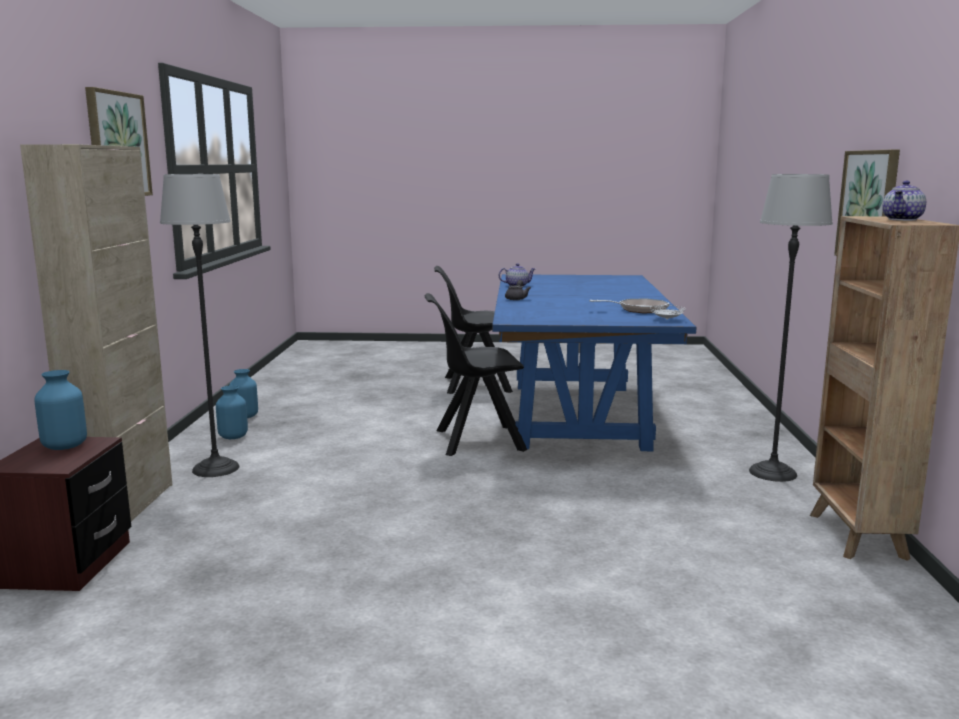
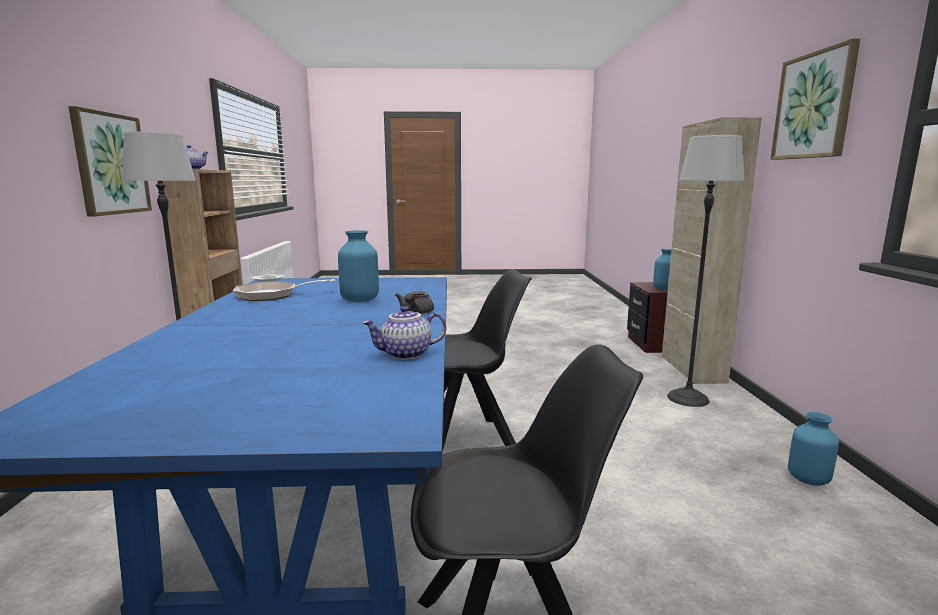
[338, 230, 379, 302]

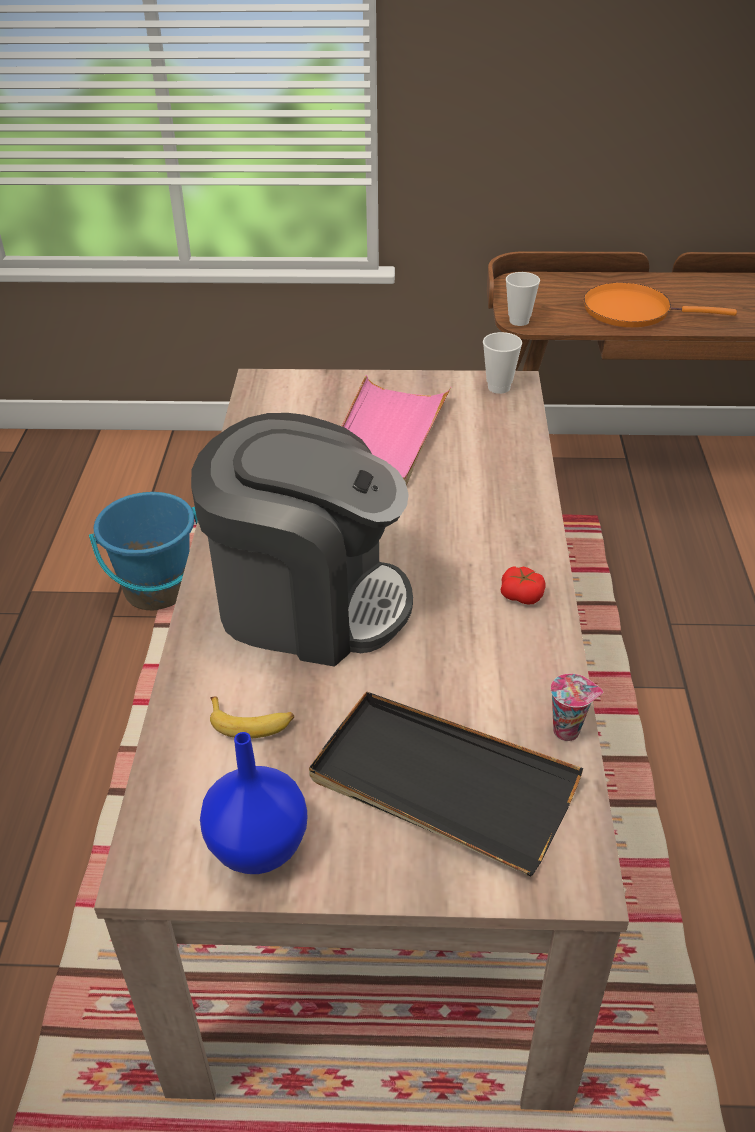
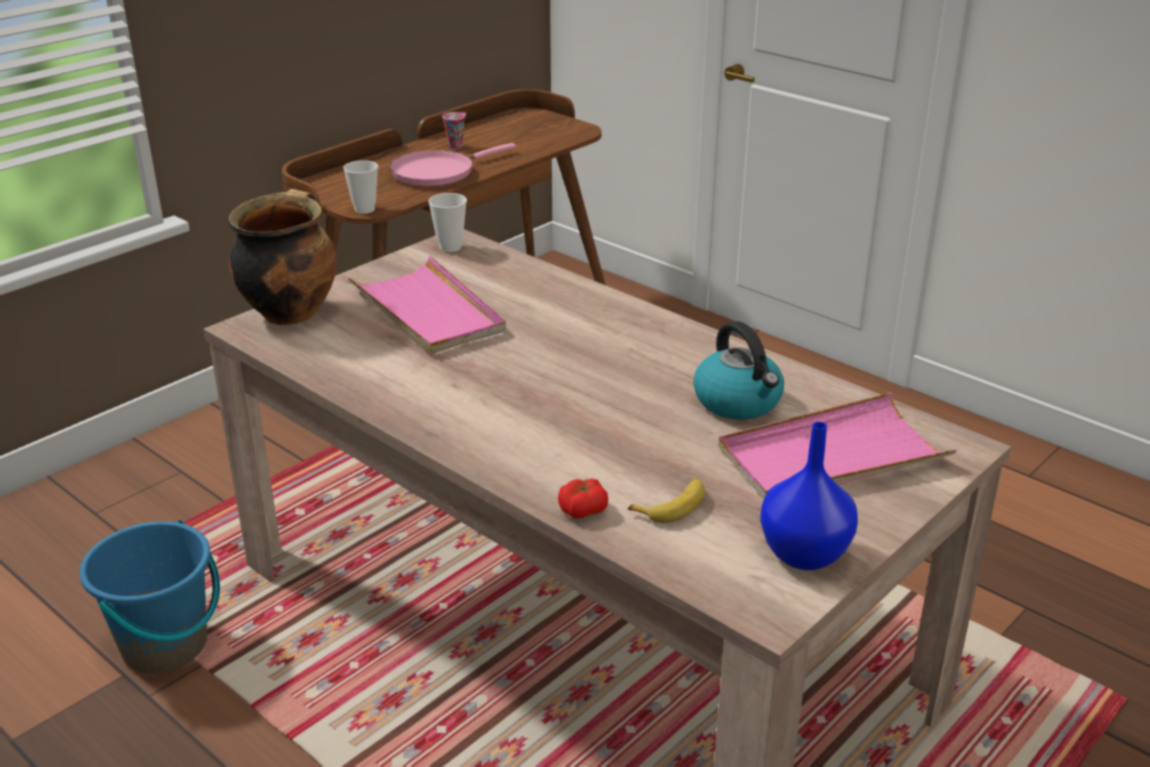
[191, 413, 413, 667] (first image)
[228, 189, 337, 325]
[693, 321, 784, 420]
[558, 478, 608, 518]
[442, 112, 466, 149]
[718, 393, 957, 499]
[390, 143, 516, 186]

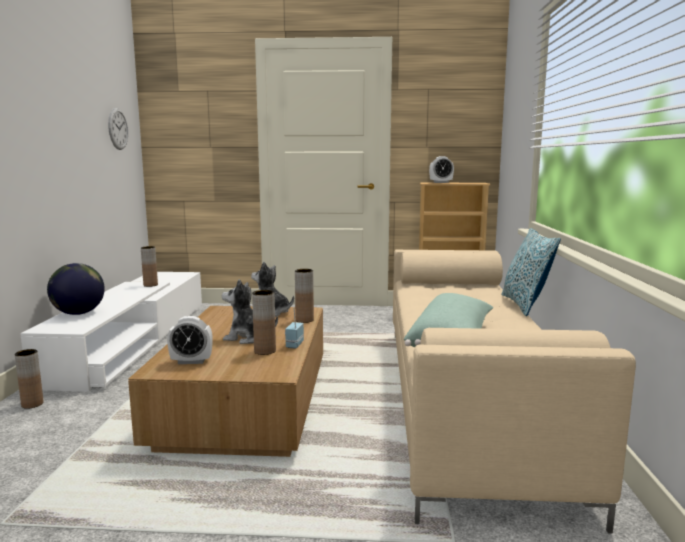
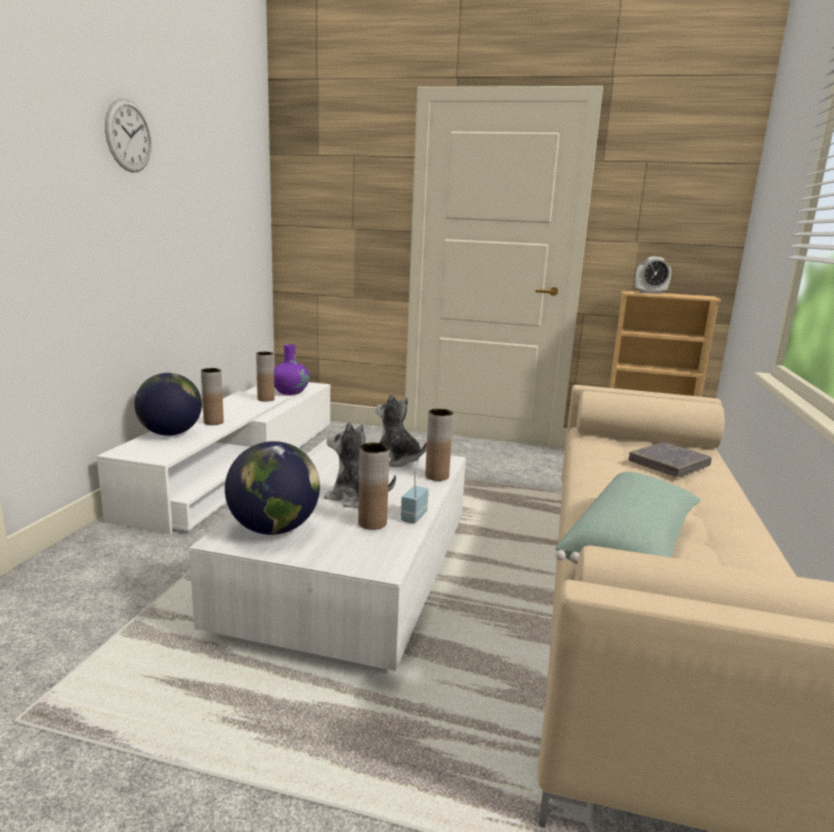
[501, 228, 561, 316] (first image)
[274, 344, 310, 395]
[628, 442, 712, 477]
[201, 368, 224, 425]
[105, 98, 152, 173]
[225, 441, 320, 535]
[189, 439, 466, 674]

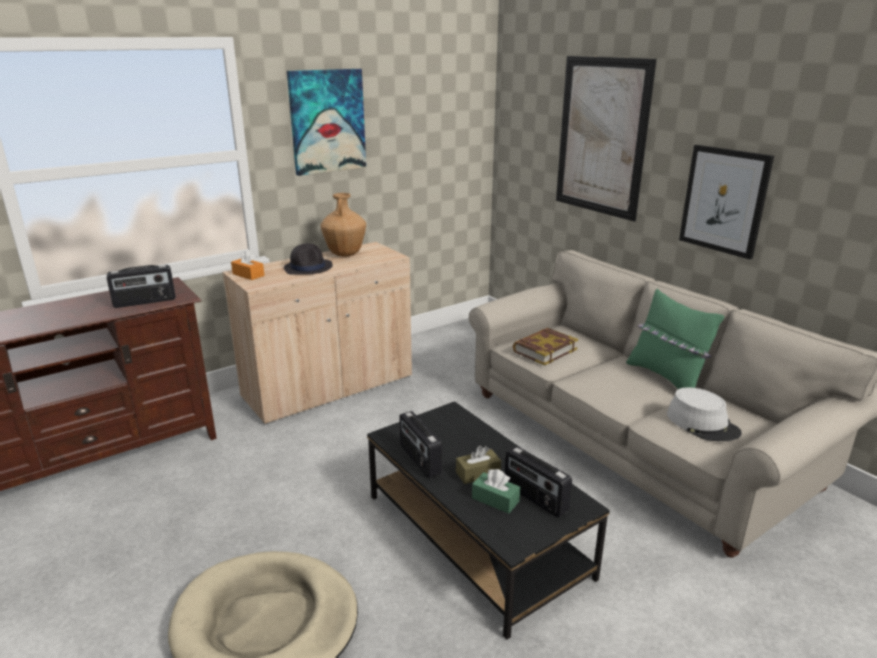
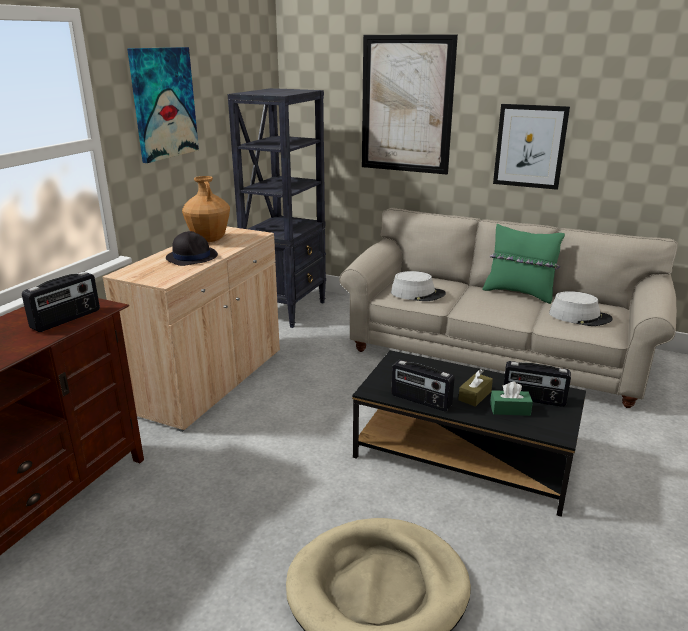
[231, 250, 265, 280] (first image)
[228, 88, 326, 328]
[391, 271, 446, 301]

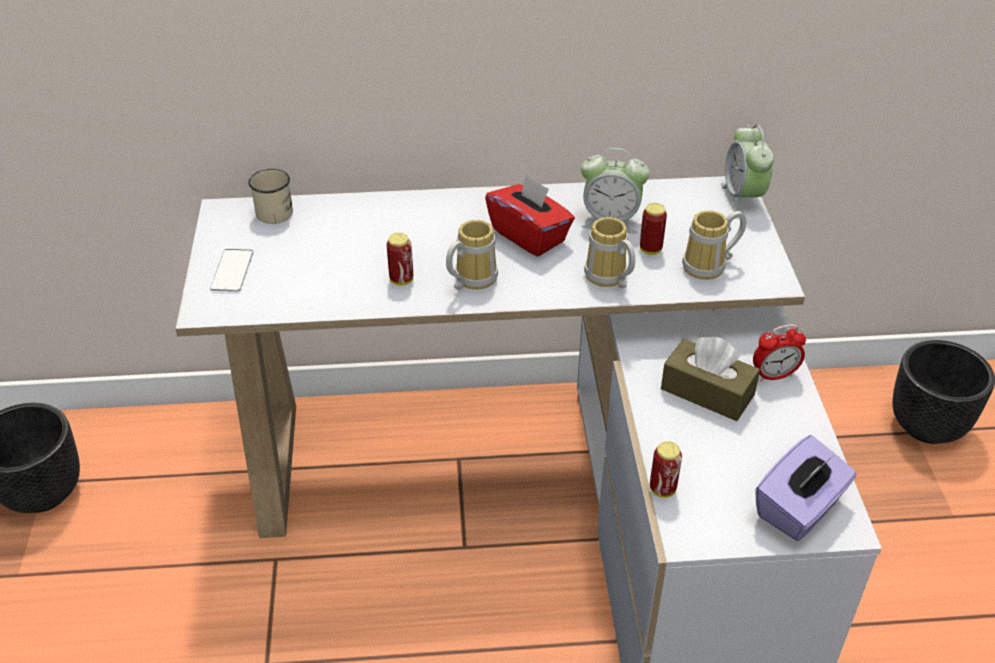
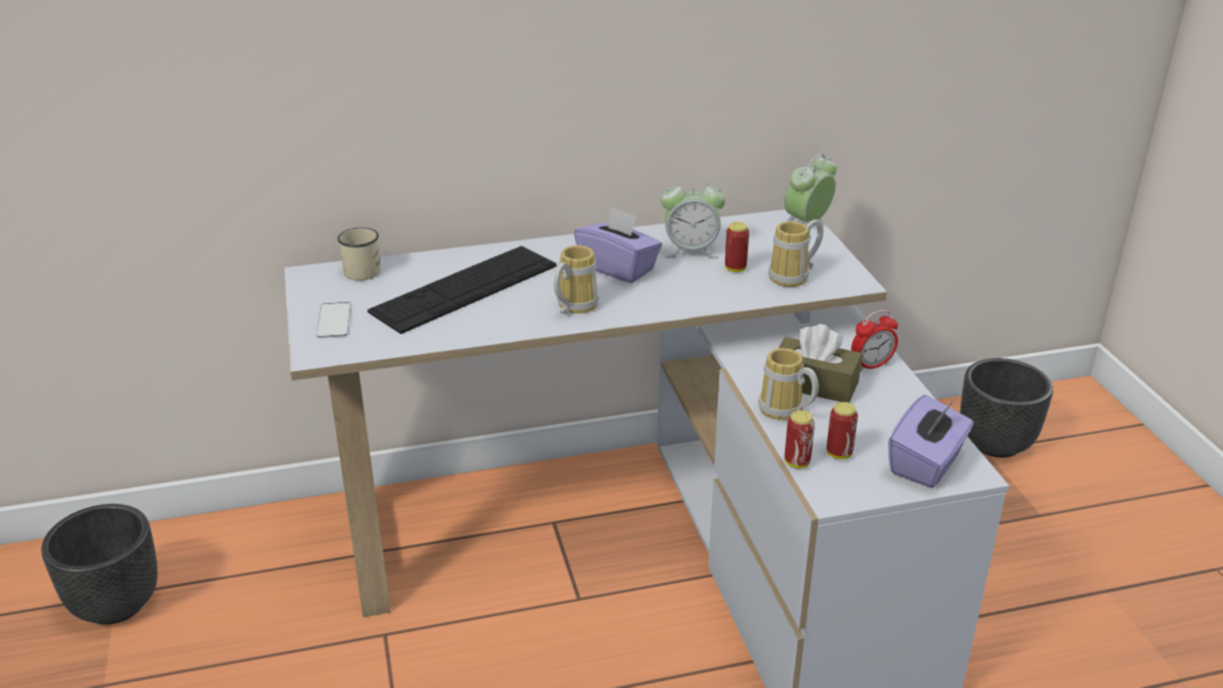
[367, 246, 556, 334]
[827, 402, 858, 460]
[758, 348, 819, 420]
[574, 207, 662, 283]
[784, 153, 837, 223]

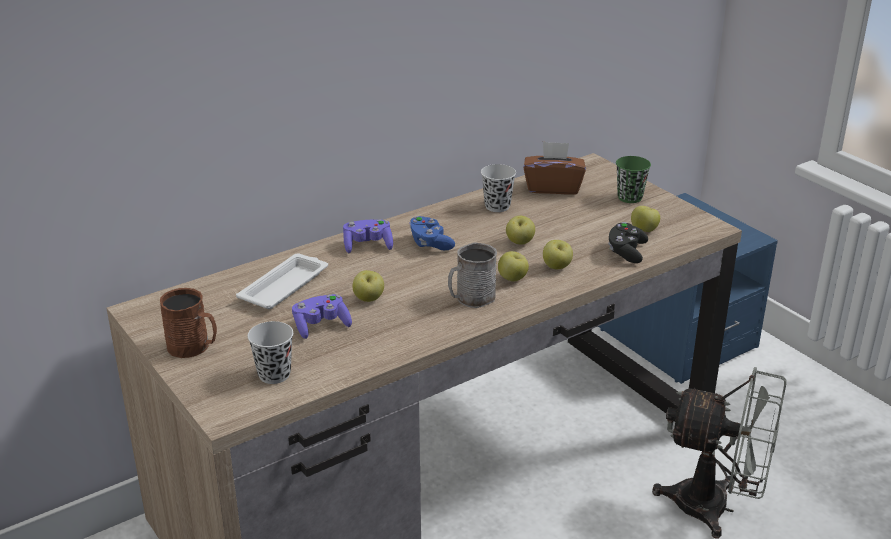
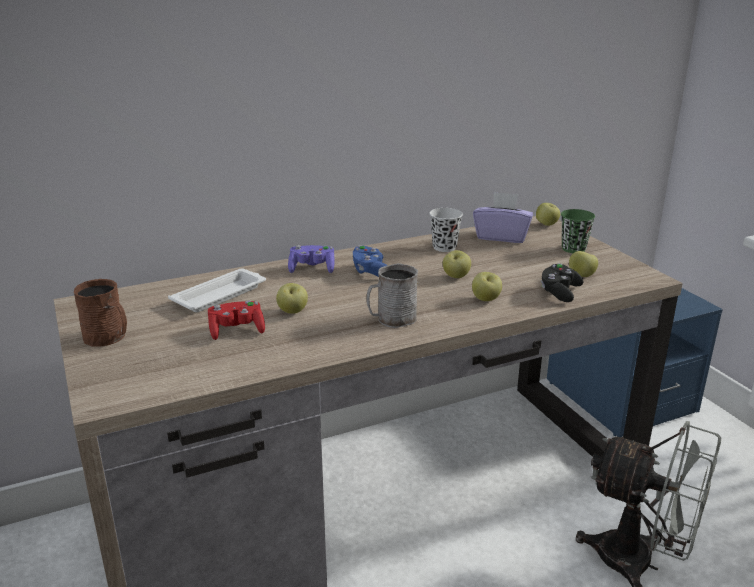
[247, 321, 293, 384] (first image)
[536, 203, 560, 226]
[208, 301, 265, 340]
[473, 192, 533, 243]

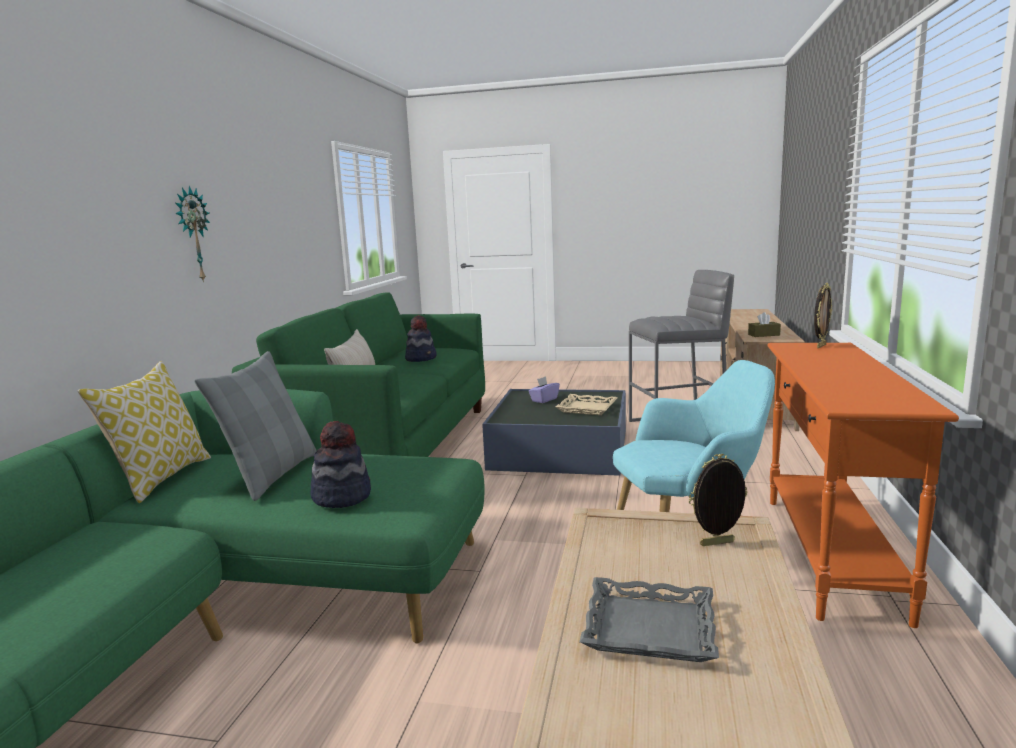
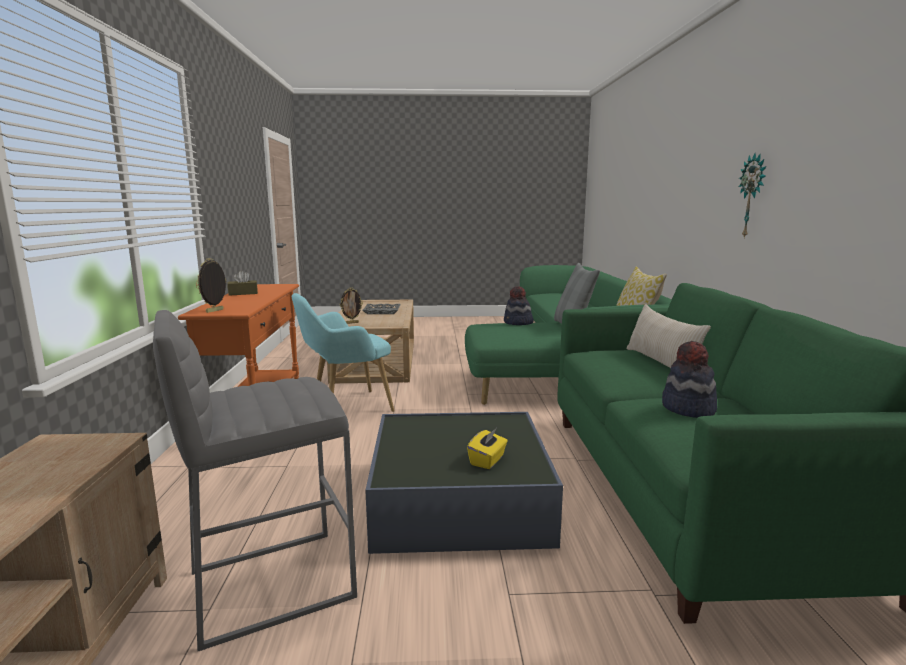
[556, 394, 618, 415] (first image)
[228, 271, 258, 296]
[467, 429, 508, 469]

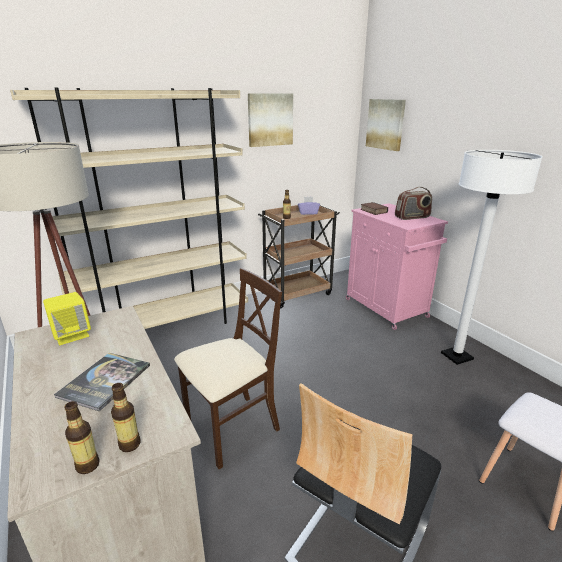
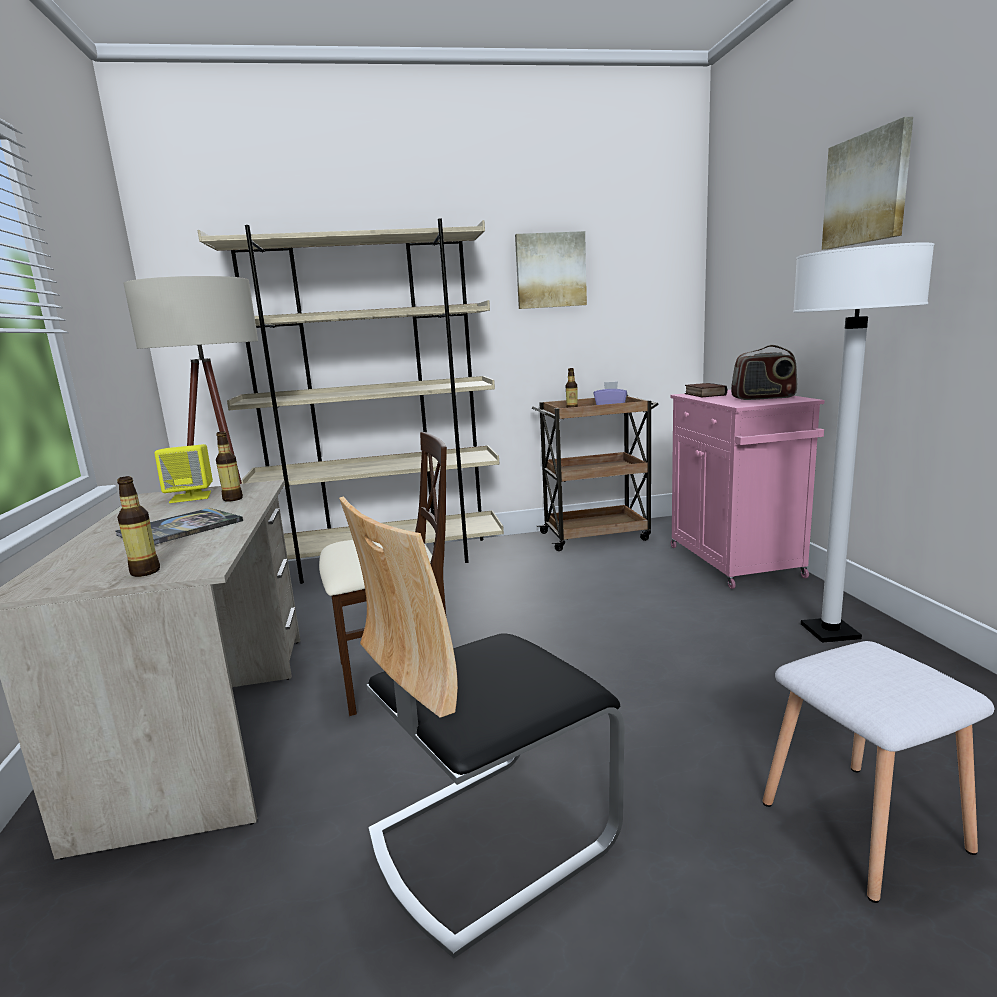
[216, 431, 243, 502]
[822, 117, 913, 250]

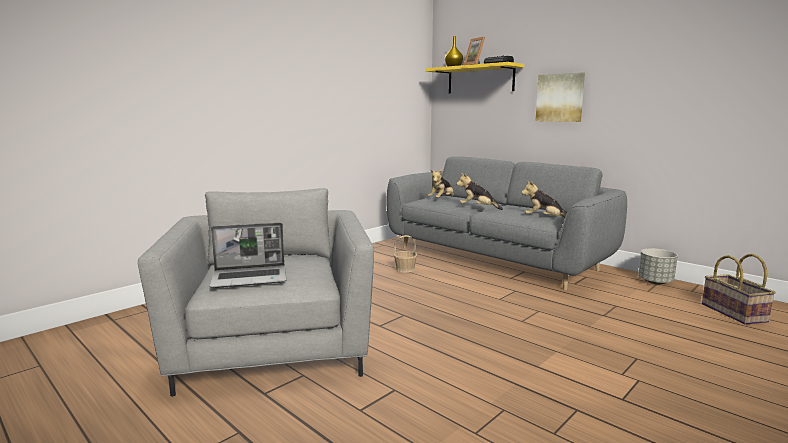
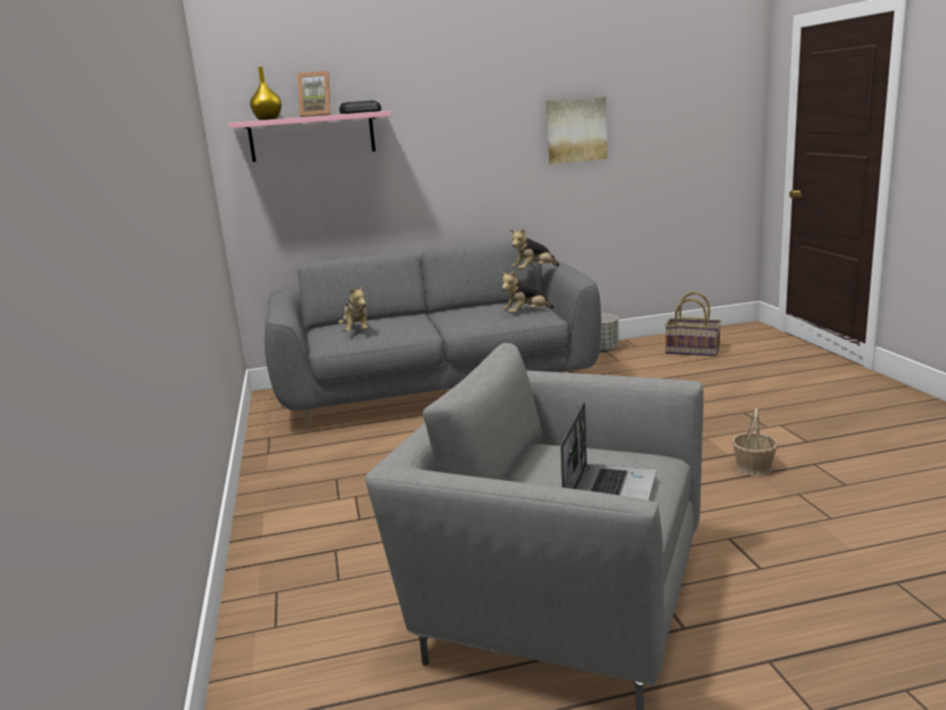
[732, 408, 778, 476]
[510, 228, 559, 270]
[546, 96, 607, 164]
[228, 111, 391, 162]

